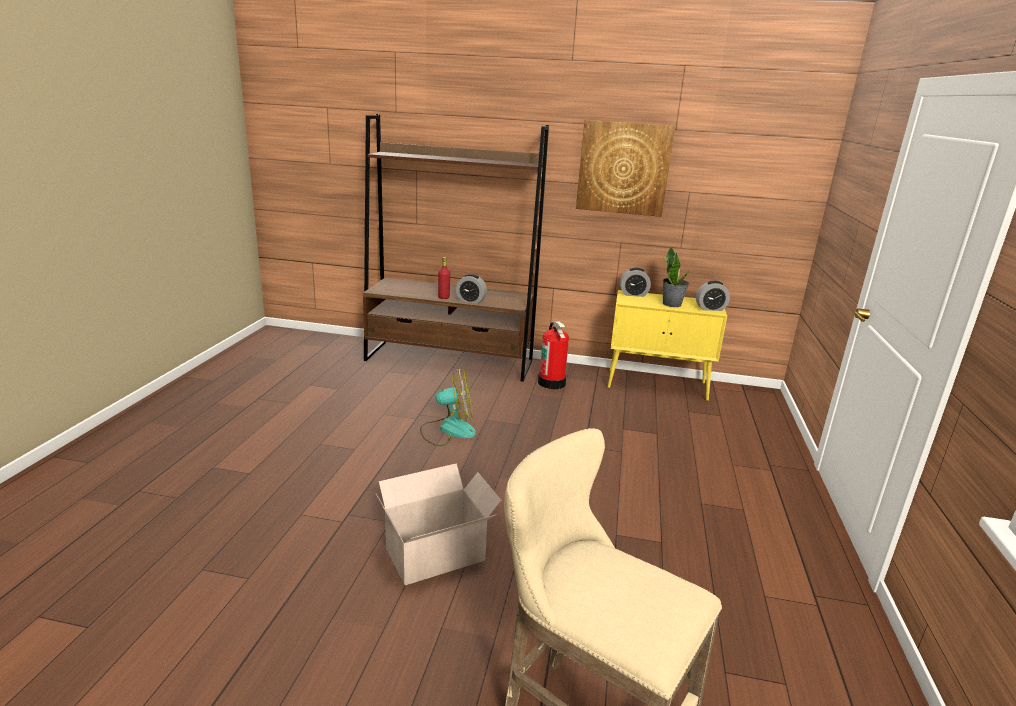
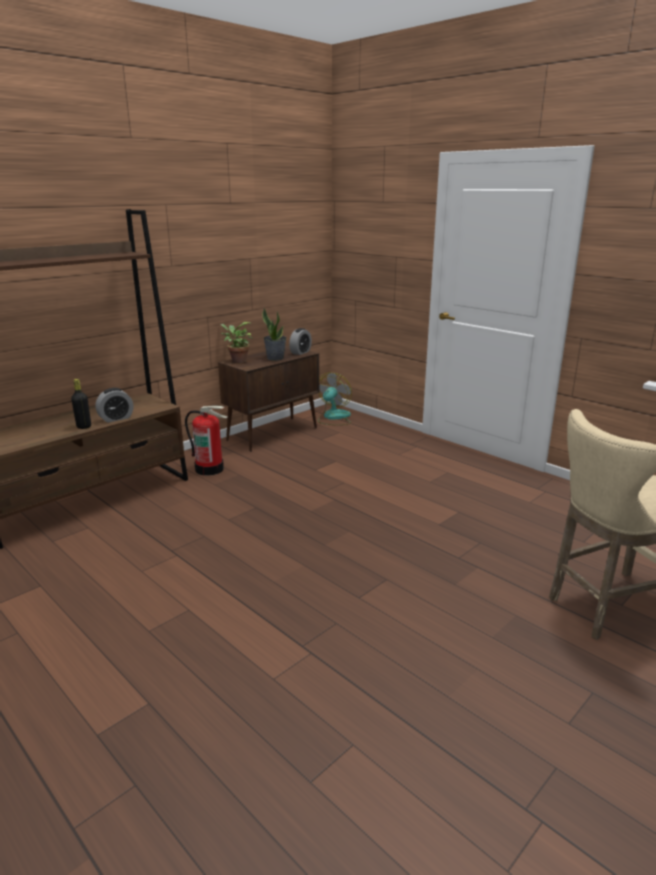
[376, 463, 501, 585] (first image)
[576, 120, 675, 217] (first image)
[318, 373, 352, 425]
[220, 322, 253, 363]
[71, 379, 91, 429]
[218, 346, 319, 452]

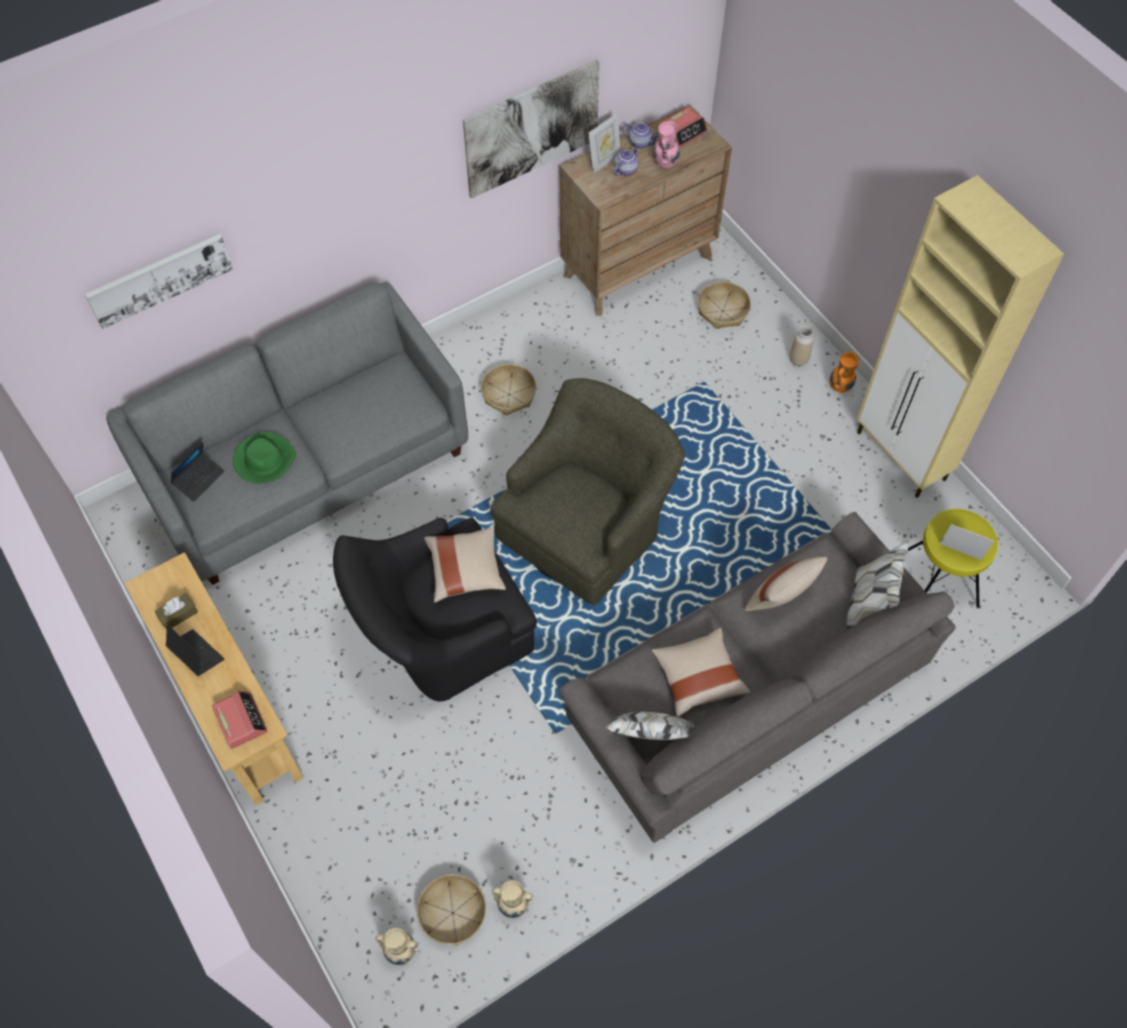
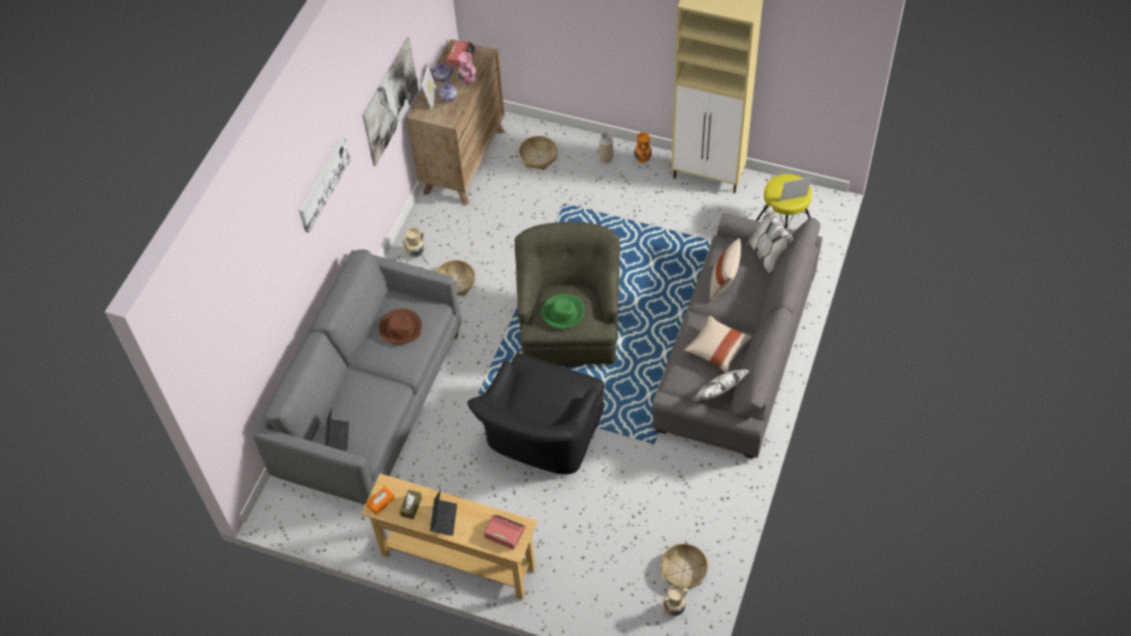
[424, 527, 506, 603] (first image)
[366, 486, 395, 515]
[379, 309, 422, 345]
[299, 137, 351, 233]
[542, 294, 585, 329]
[402, 227, 424, 258]
[430, 489, 457, 536]

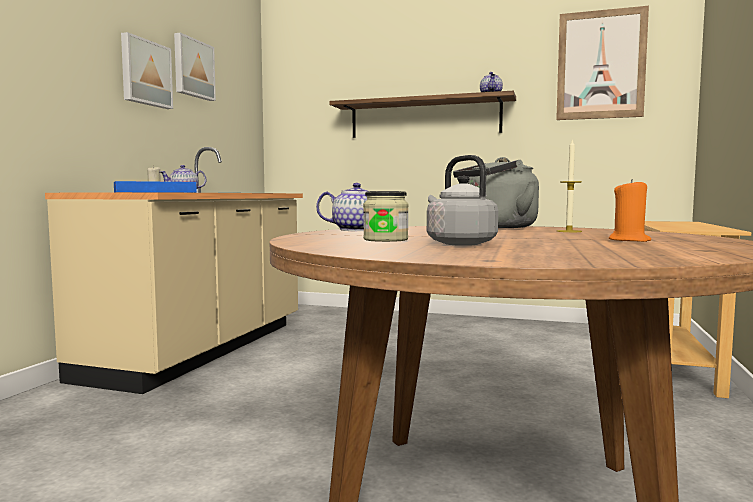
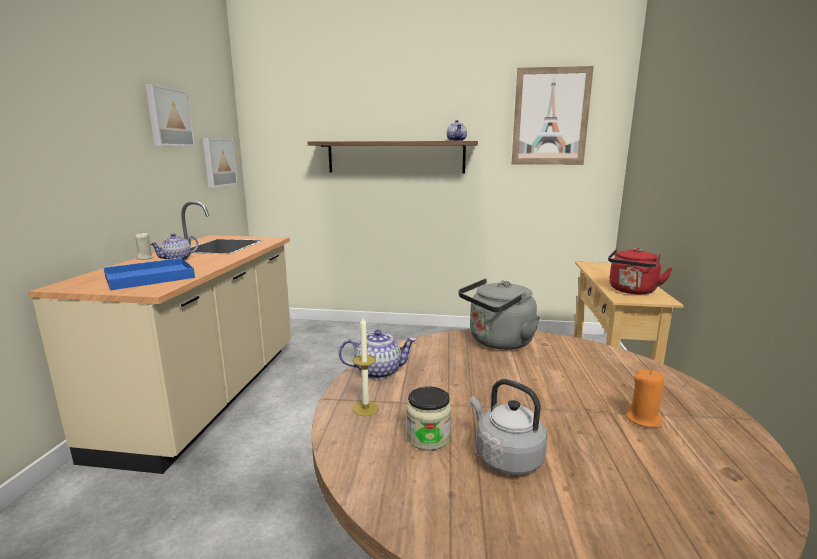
[608, 248, 673, 294]
[203, 138, 238, 188]
[353, 318, 379, 416]

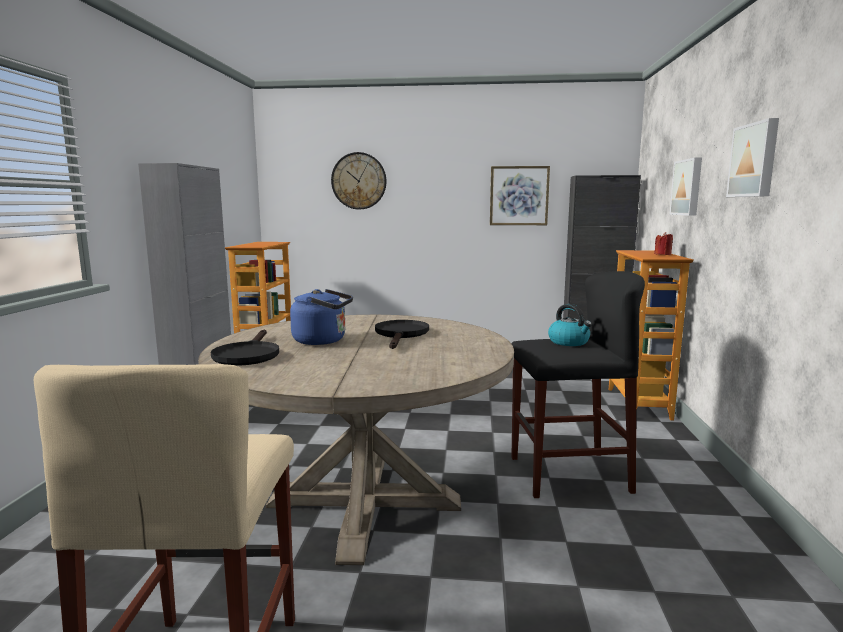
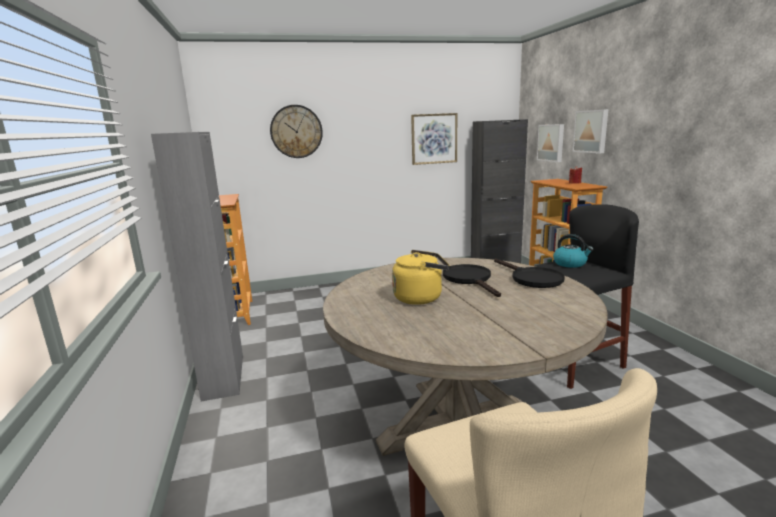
[494, 258, 565, 288]
[537, 124, 564, 162]
[392, 250, 449, 305]

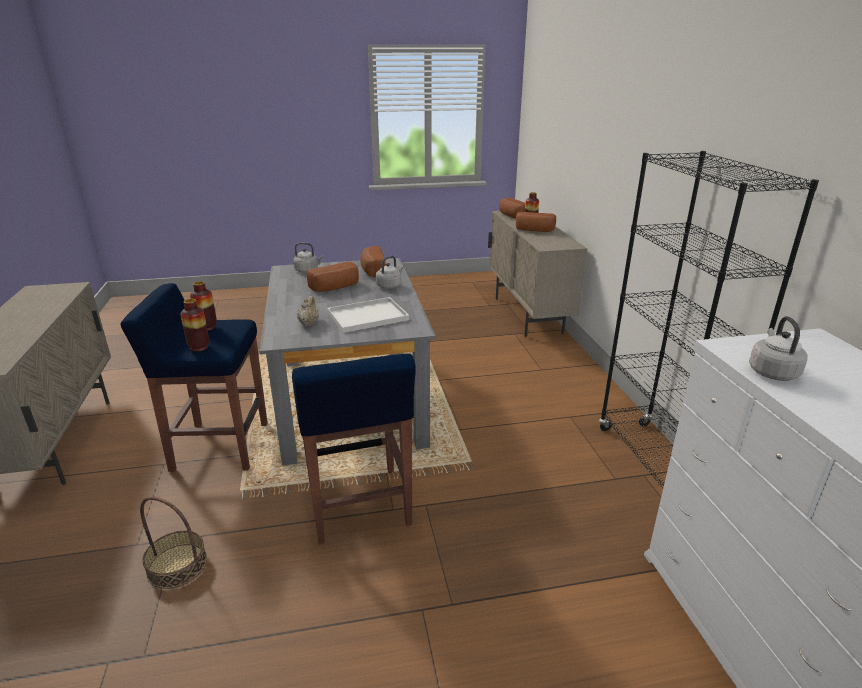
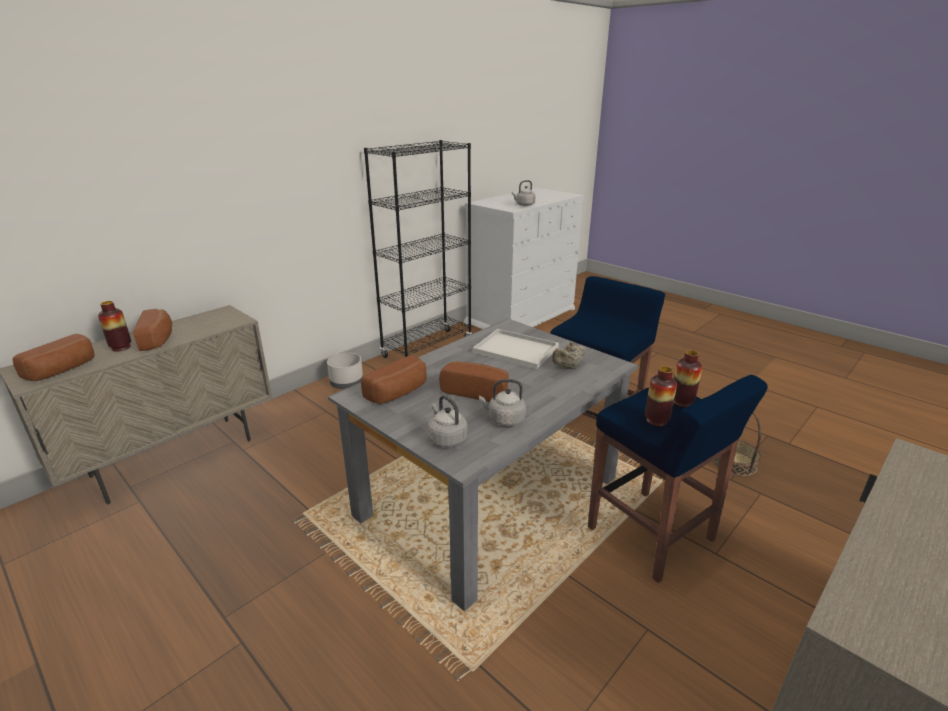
[327, 353, 363, 389]
[479, 379, 526, 426]

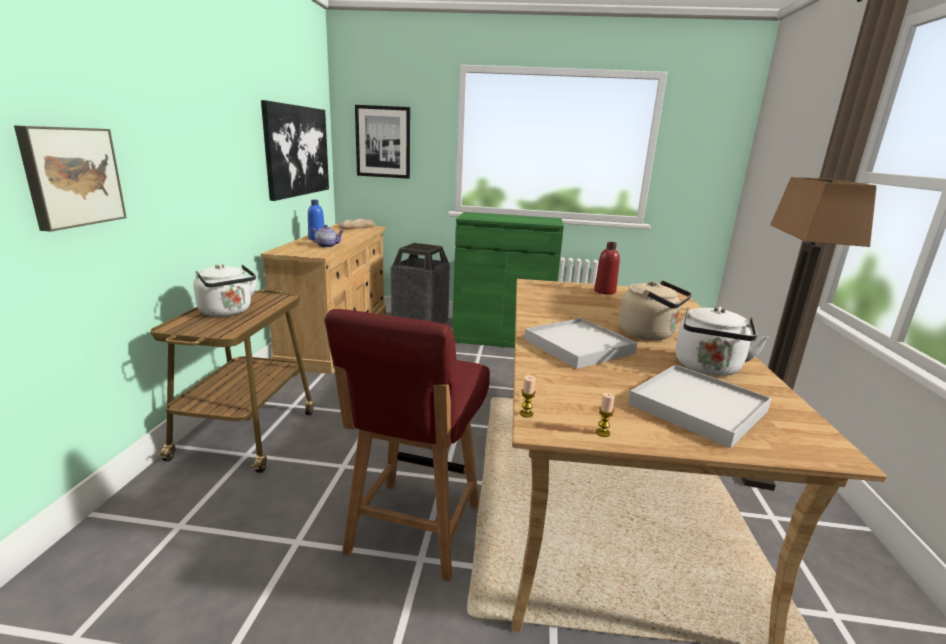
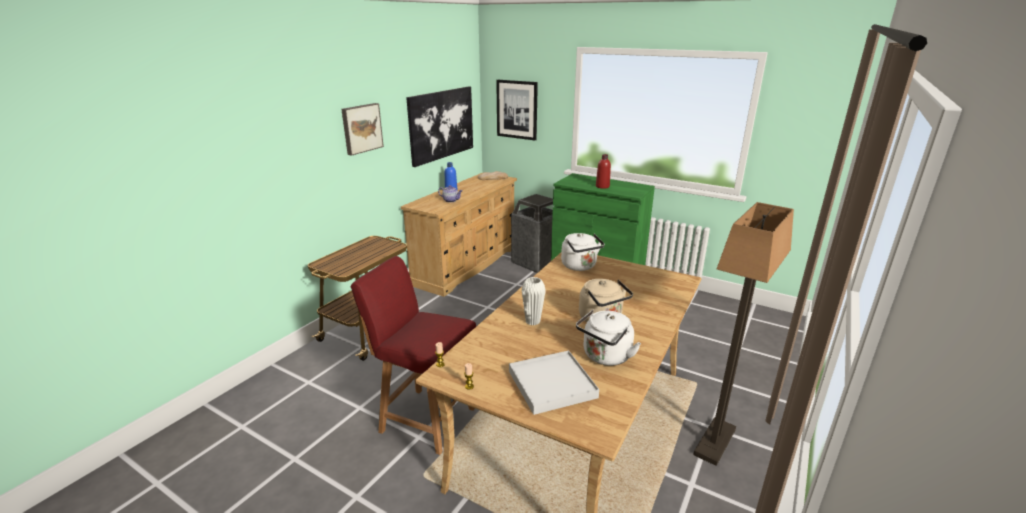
[341, 103, 384, 156]
[561, 233, 605, 271]
[596, 154, 611, 189]
[522, 277, 546, 325]
[351, 256, 476, 455]

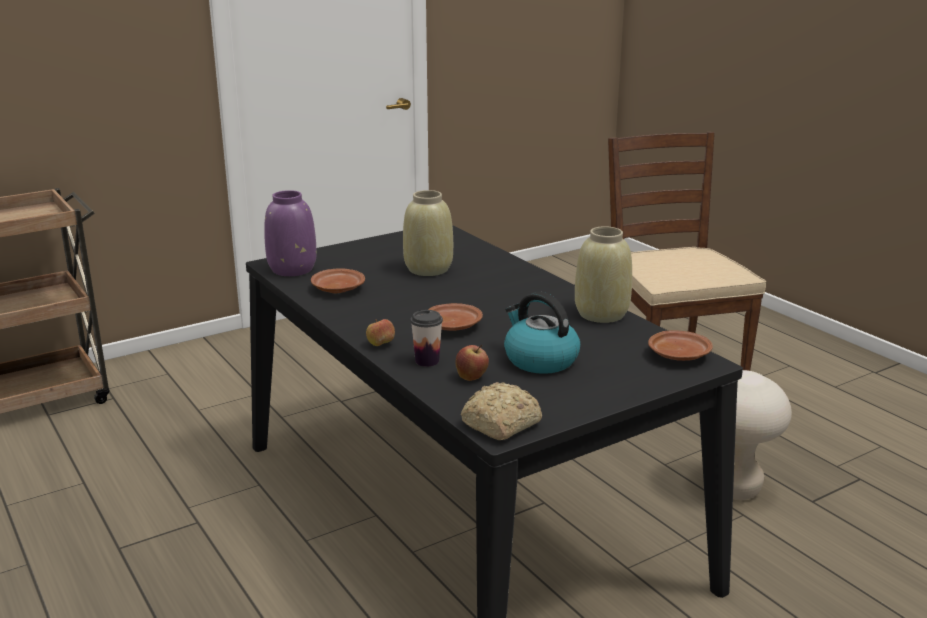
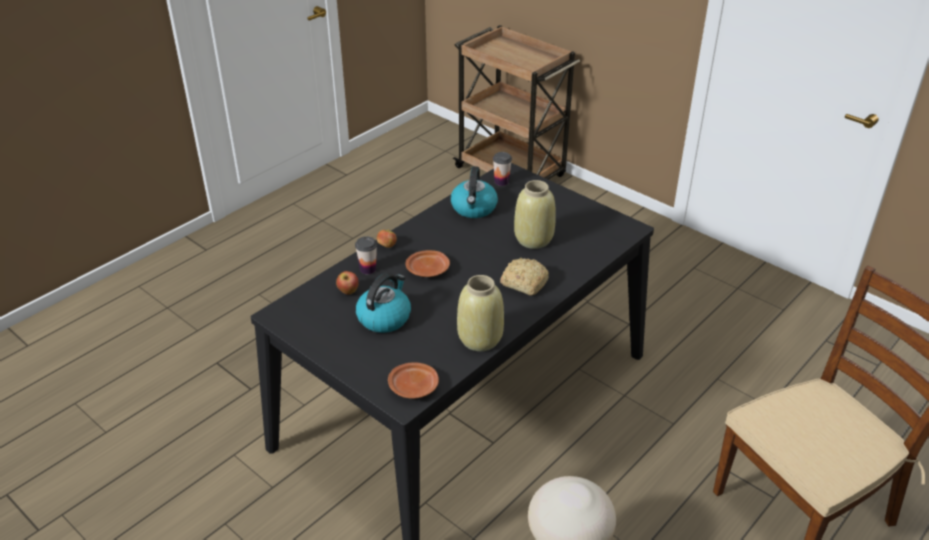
[500, 258, 549, 296]
[493, 152, 512, 186]
[451, 166, 498, 218]

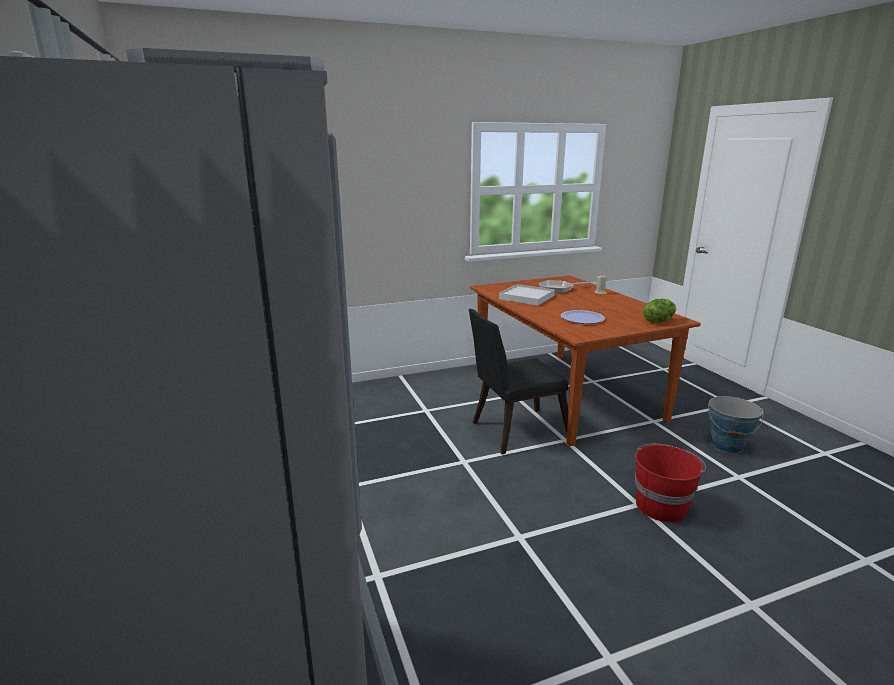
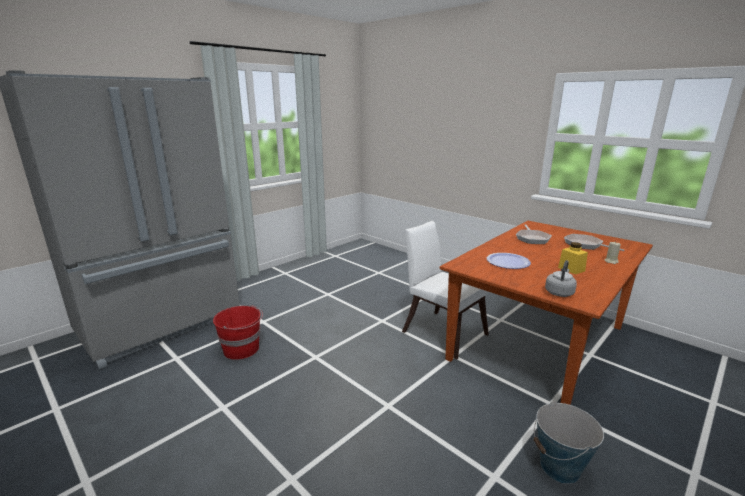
[558, 242, 588, 274]
[213, 305, 263, 360]
[516, 224, 552, 244]
[545, 260, 577, 297]
[402, 221, 489, 360]

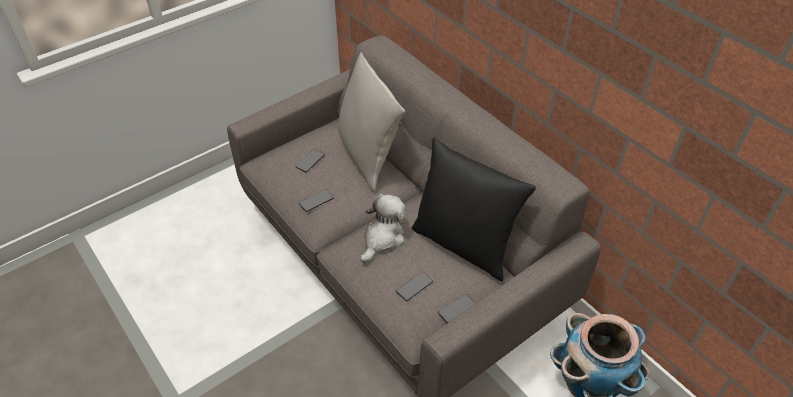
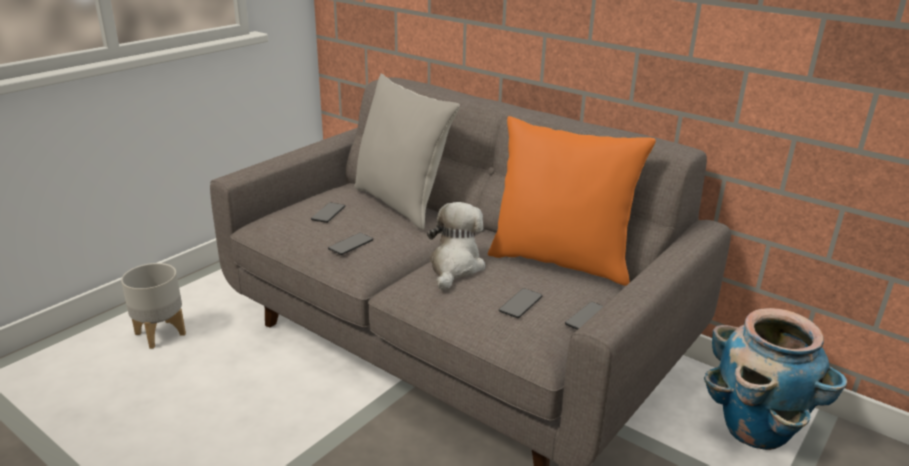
[121, 263, 186, 349]
[488, 116, 656, 286]

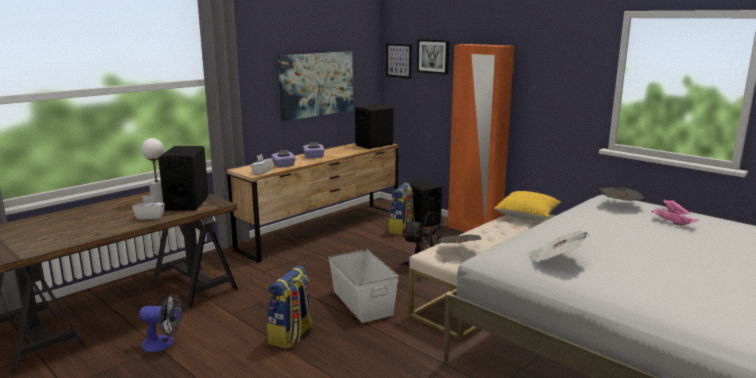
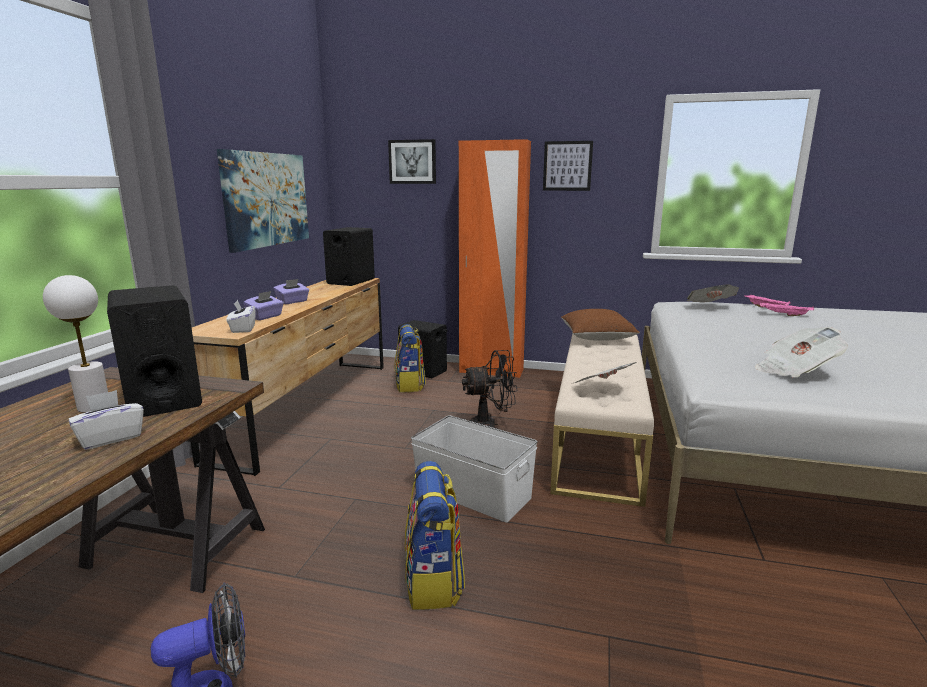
[543, 141, 593, 191]
[561, 309, 640, 341]

